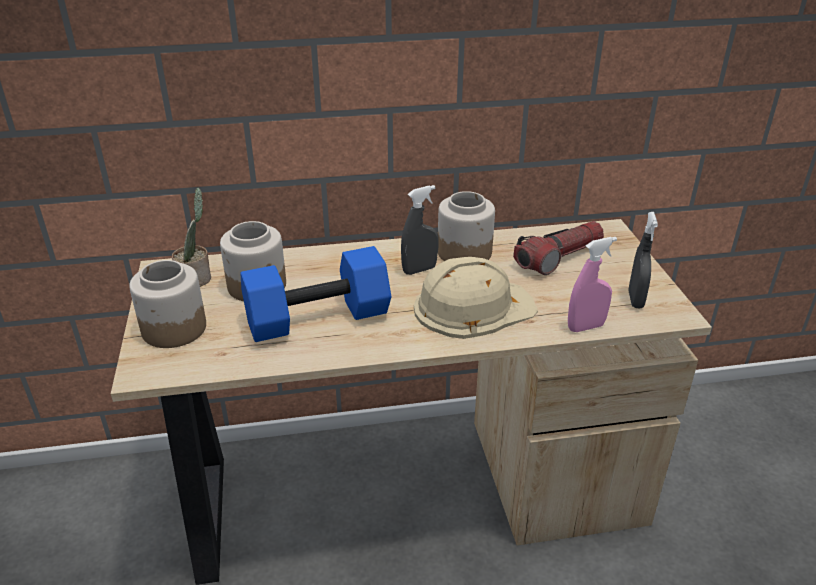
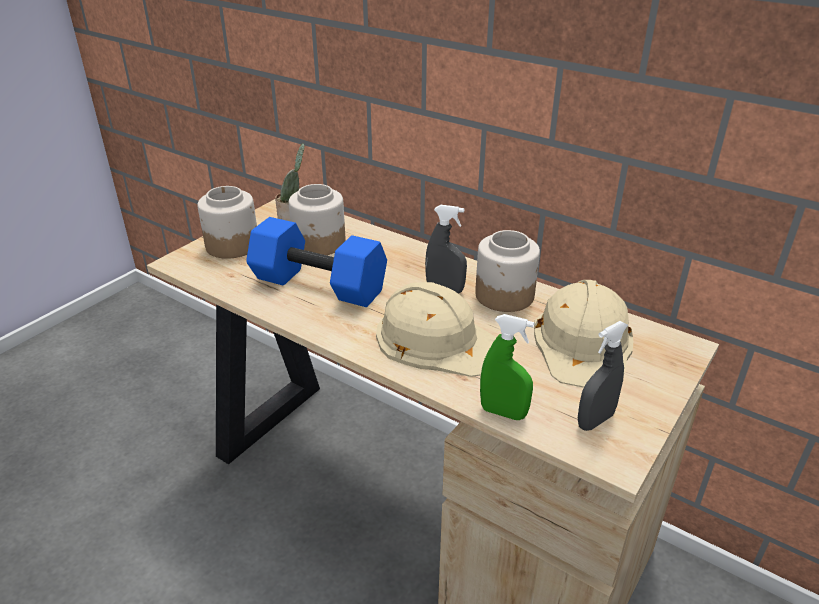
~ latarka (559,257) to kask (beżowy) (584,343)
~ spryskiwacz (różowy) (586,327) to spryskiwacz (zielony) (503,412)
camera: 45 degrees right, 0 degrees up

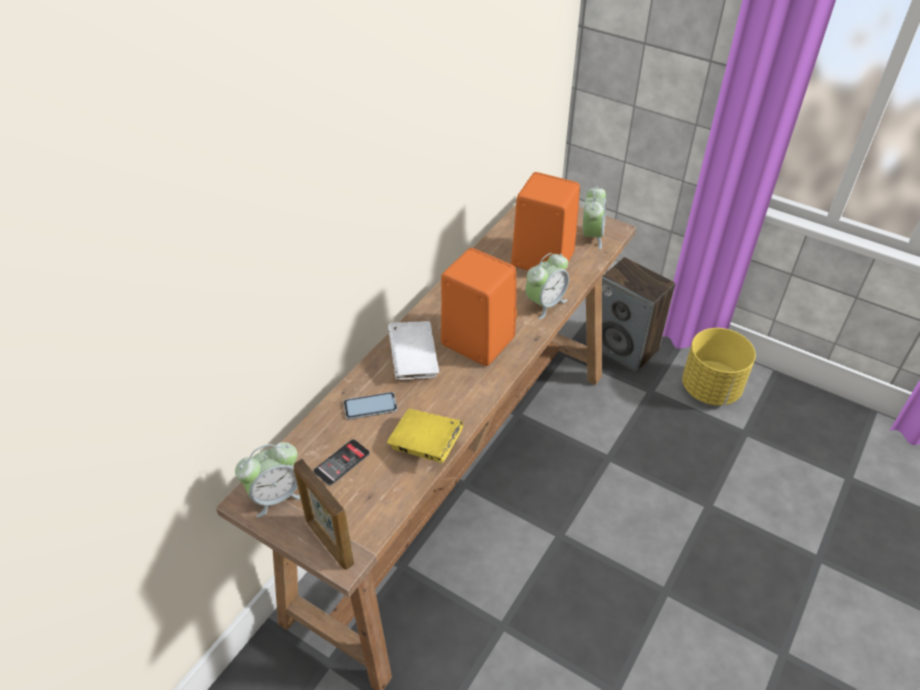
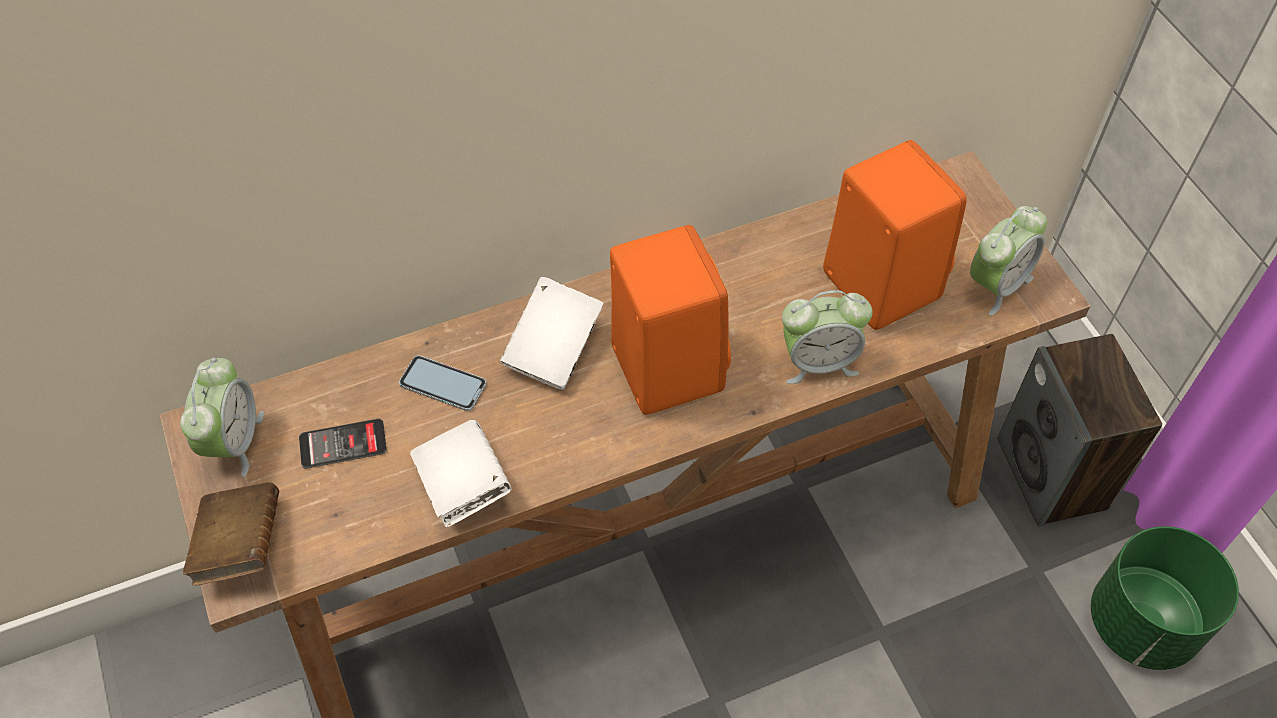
~ ramka na zdjęcie (329,542) to książka (brązowy) (240,545)
~ książka (żółty) (425,446) to książka (biały) (463,485)
~ donica (żółty) (711,389) to donica (zielony) (1142,624)
~ budzik (276,496) = (233,442) 90 degrees counterclockwise
camera: 35 degrees right, 10 degrees up

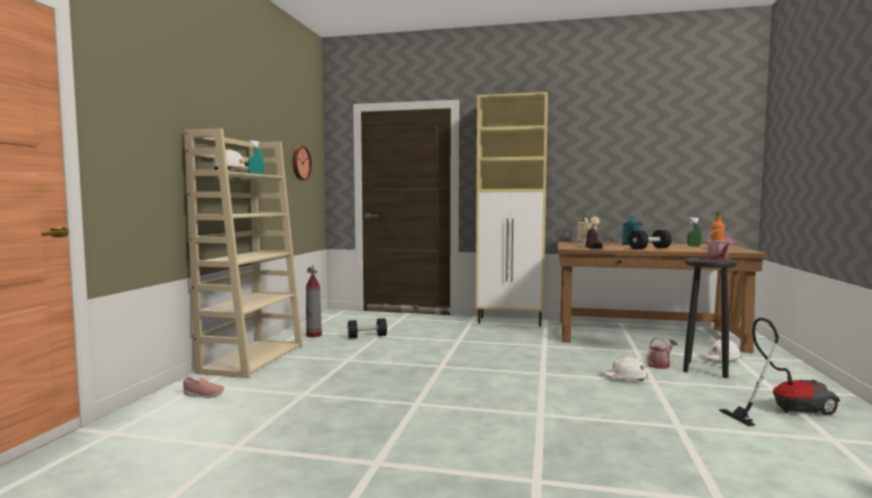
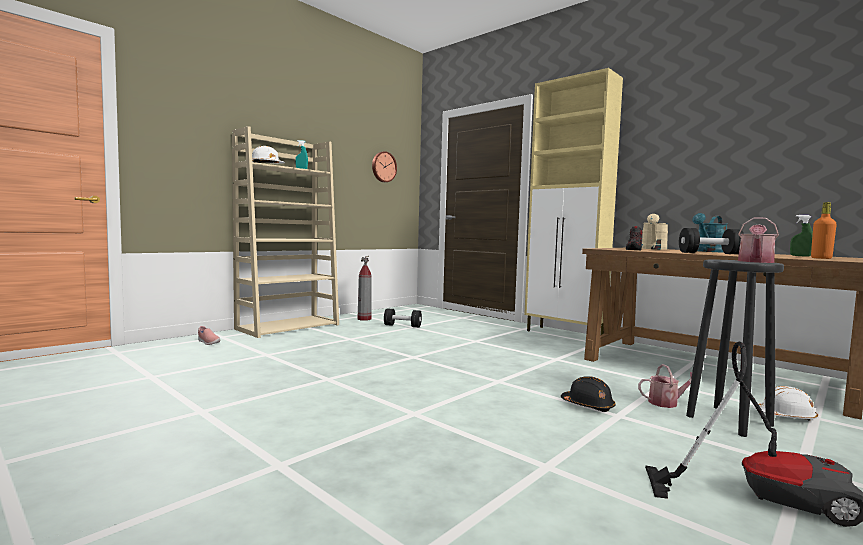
~ kask (biały) (626,378) to kask (czarny) (588,405)
camera: 30 degrees right, 0 degrees up

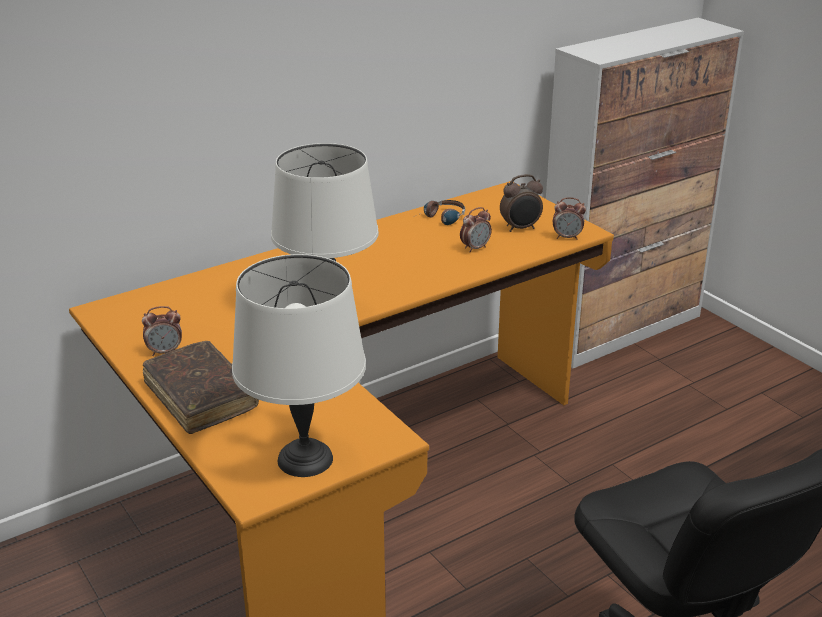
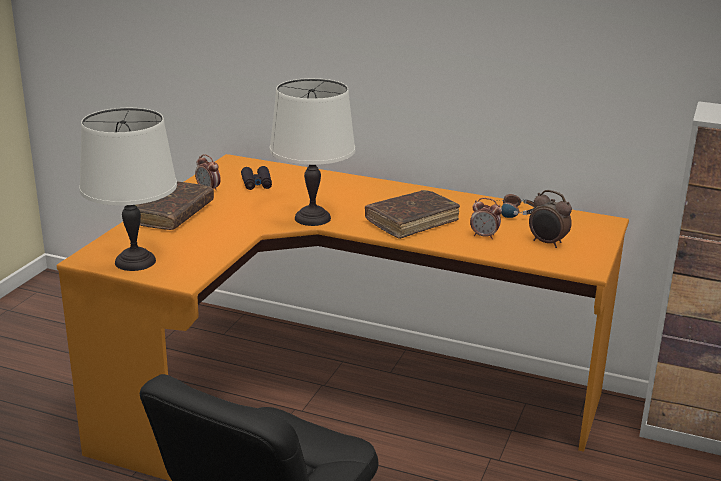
- budzik (567,237)
+ lornetka (czarny) (256,183)
+ książka (brązowy) (411,222)
camera: 55 degrees right, 5 degrees down

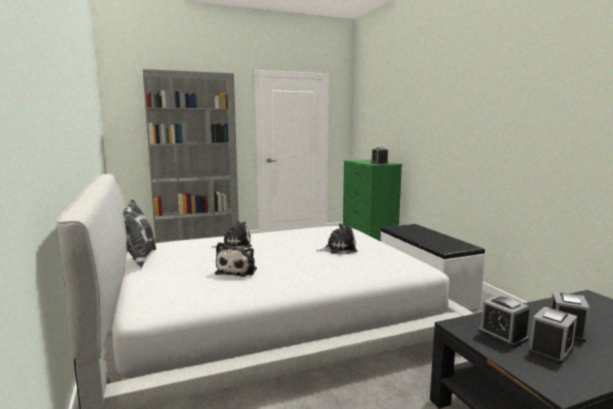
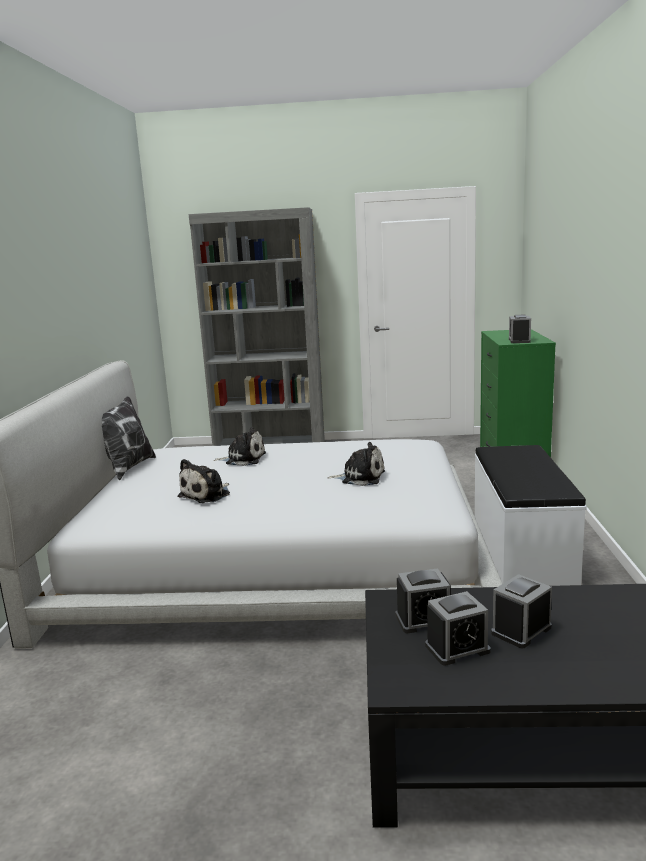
~ budzik (502,335) = (424,620) 90 degrees counterclockwise
camera: 25 degrees right, 5 degrees up

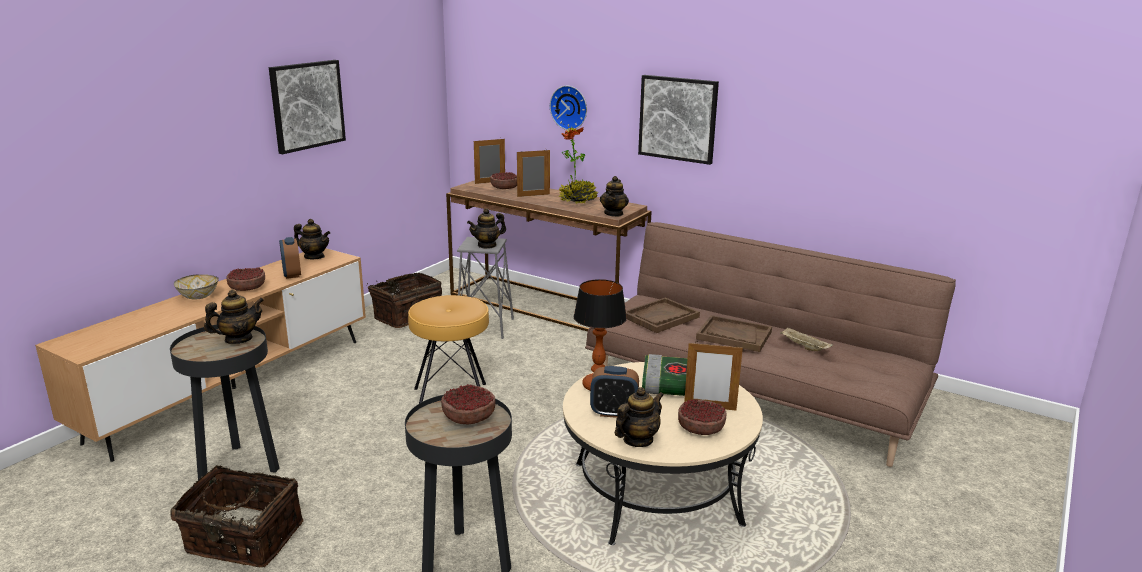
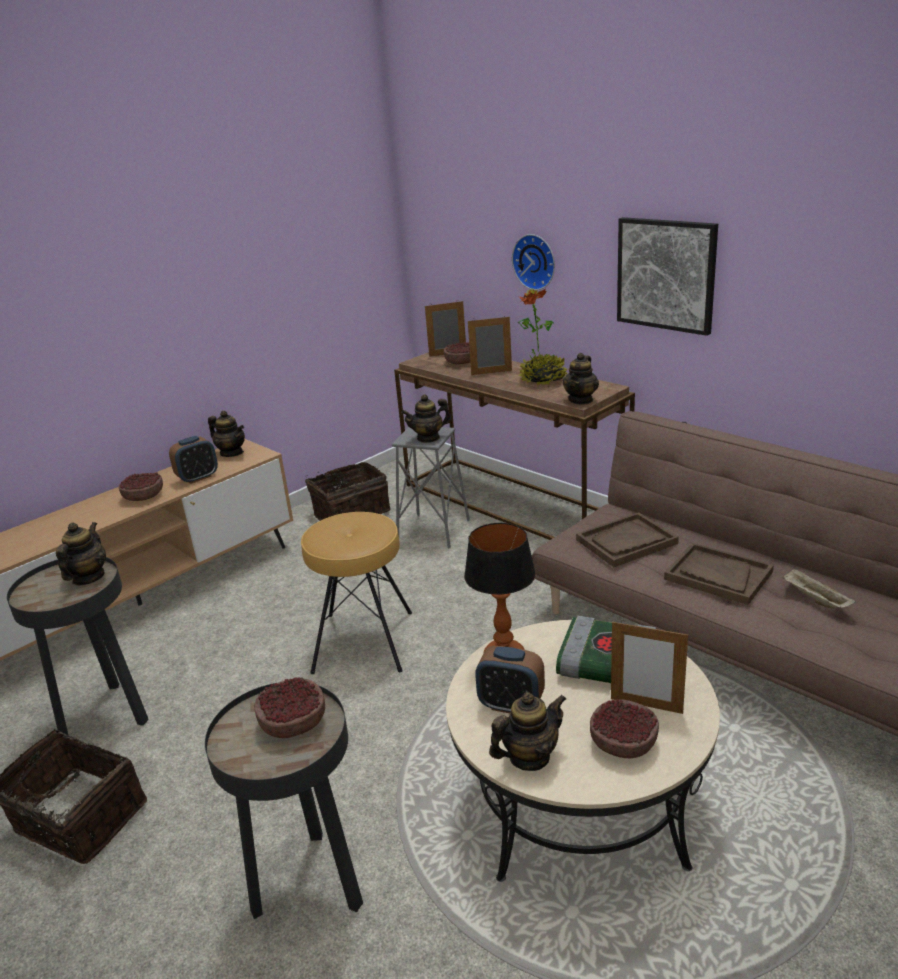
- miska (199,297)
- obraz (307,105)
~ imbryk (238,339) = (88,578) 60 degrees counterclockwise
~ budzik (292,274) = (198,478) 120 degrees counterclockwise
camera: 15 degrees right, 5 degrees up

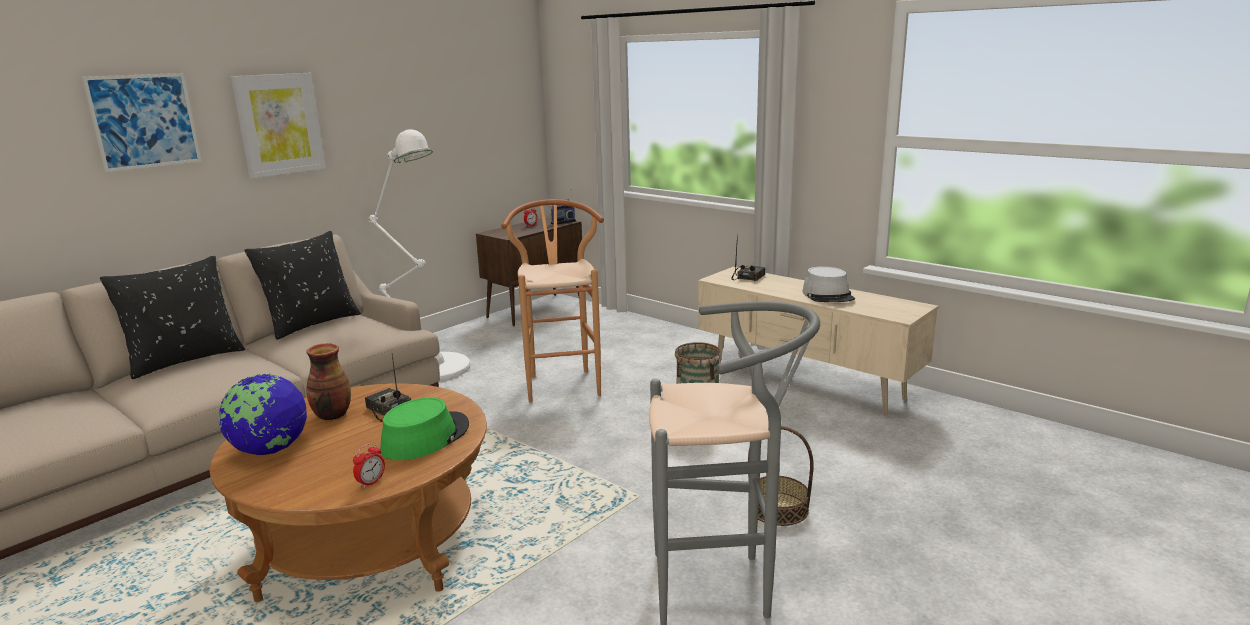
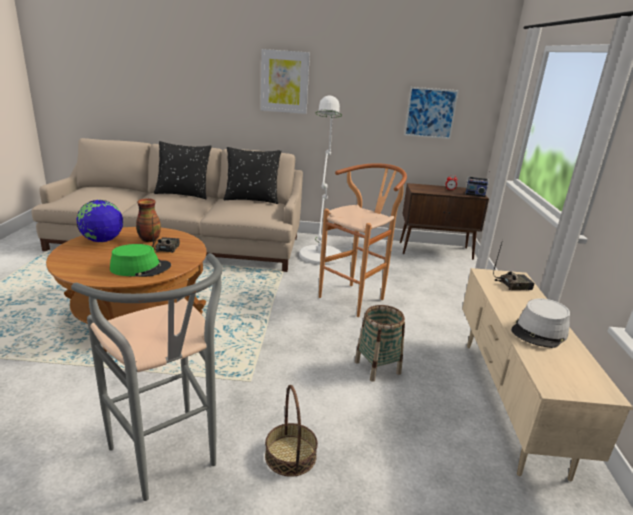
- budzik (371,482)
~ obraz (144,121) to (430,113)
camera: 50 degrees right, 5 degrees up

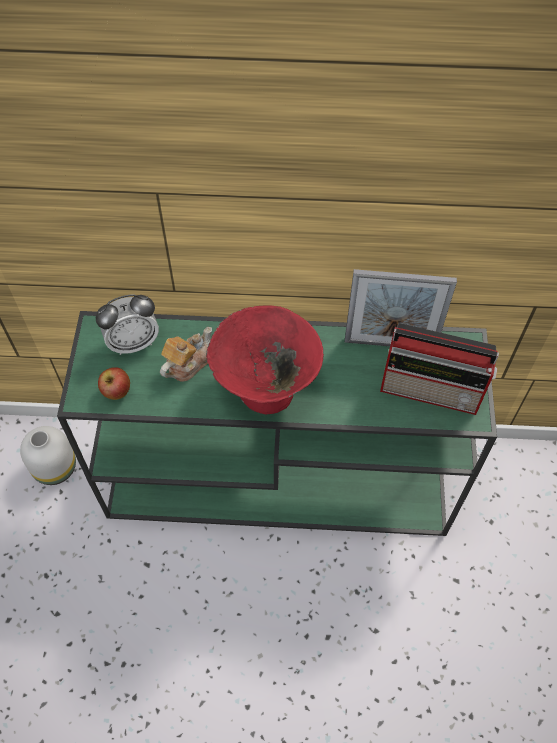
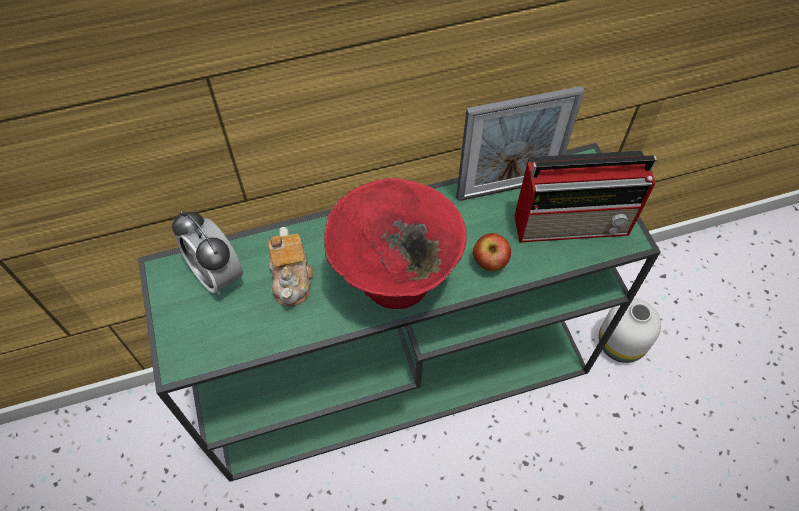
~ wazon (biały) (55,469) to (621,345)
~ jabłko (117,392) to (489,263)
~ budzik (133,342) = (217,275) 90 degrees clockwise
~ imbryk (187,363) = (292,278) 150 degrees clockwise
camera: 20 degrees left, 0 degrees up

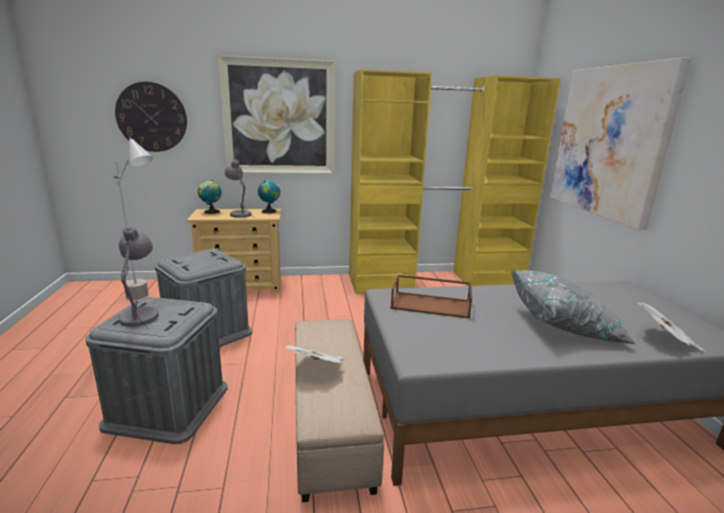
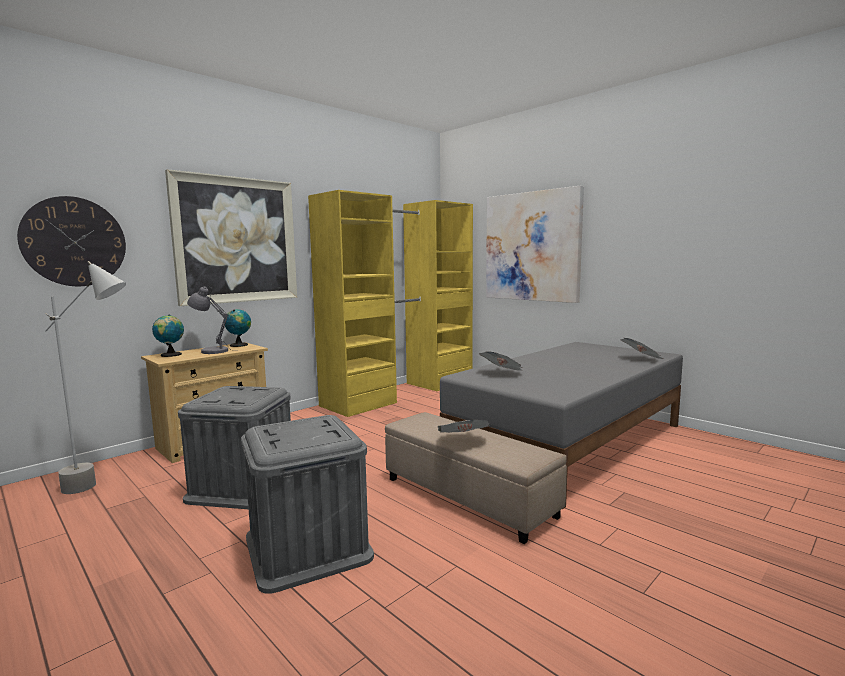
- lampa stołowa (szary) (141,315)
- poduszka (szary) (564,325)
~ taca (brązowy) (431,304) to gazeta (502,373)
camera: 35 degrees left, 10 degrees down

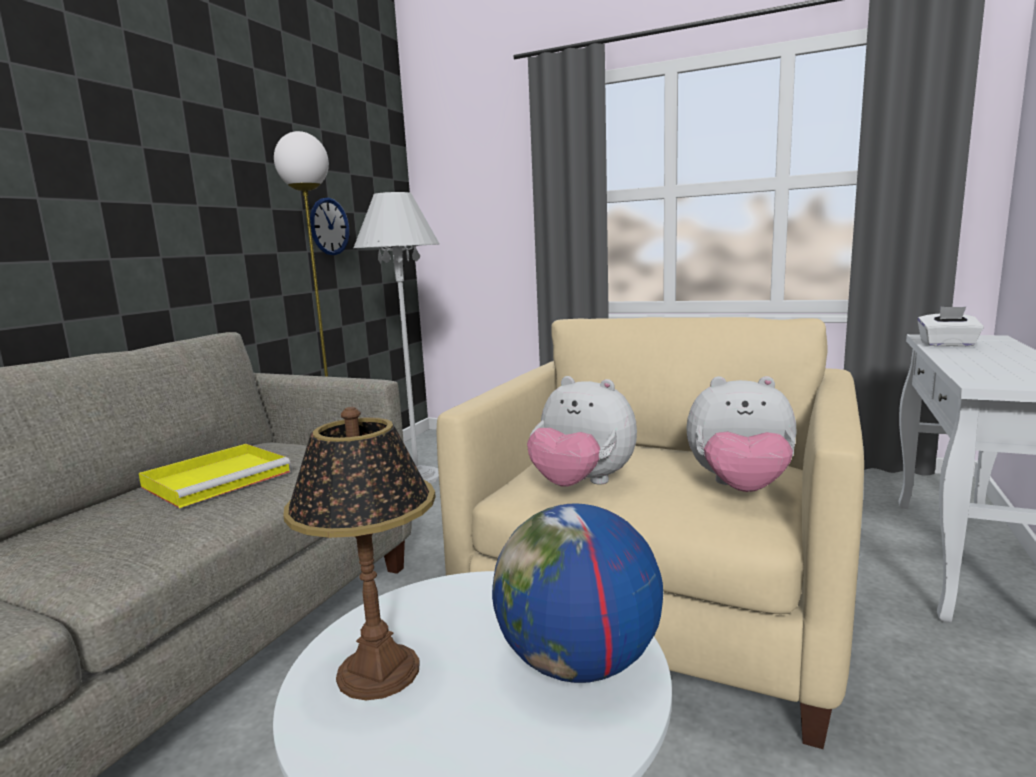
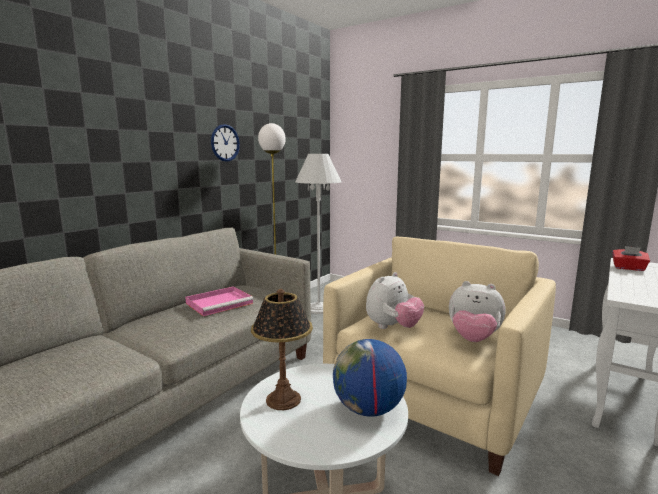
~ zegar ścienny (329,226) to (225,143)
~ taca (żółty) (219,478) to taca (różowy) (220,303)
~ pudełko chusteczek (biały) (947,344) to pudełko chusteczek (czerwony) (628,268)
~ pluszak (581,484) = (392,327) 90 degrees counterclockwise
camera: 10 degrees right, 0 degrees up

